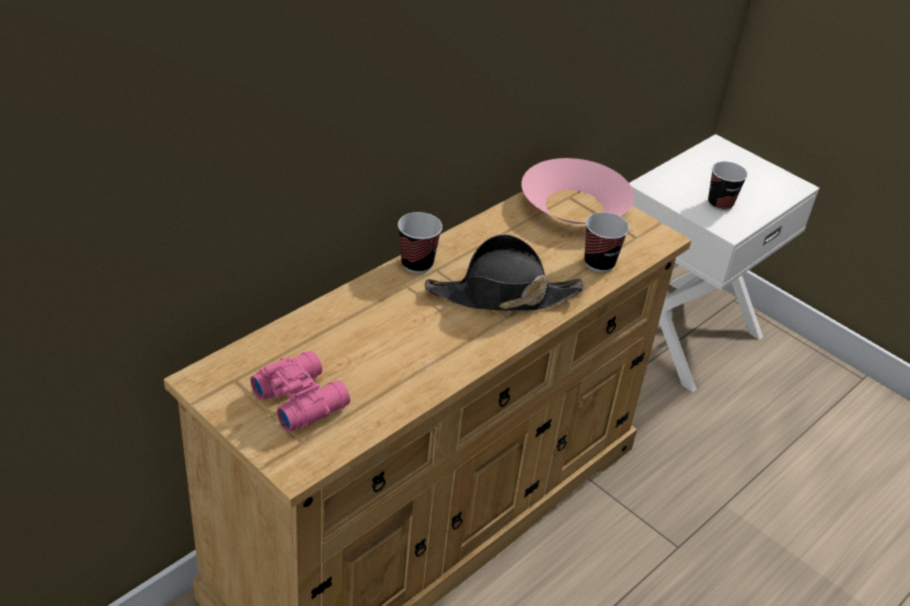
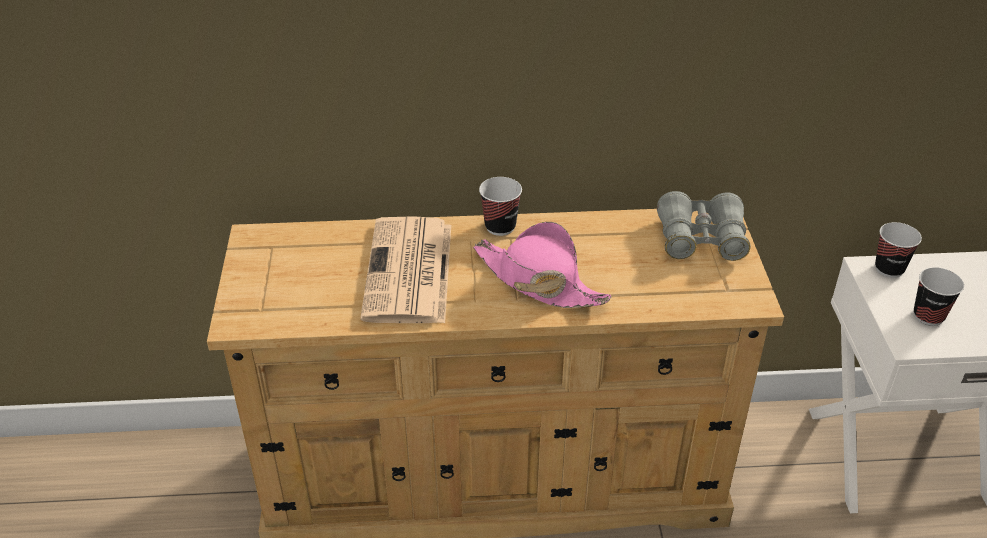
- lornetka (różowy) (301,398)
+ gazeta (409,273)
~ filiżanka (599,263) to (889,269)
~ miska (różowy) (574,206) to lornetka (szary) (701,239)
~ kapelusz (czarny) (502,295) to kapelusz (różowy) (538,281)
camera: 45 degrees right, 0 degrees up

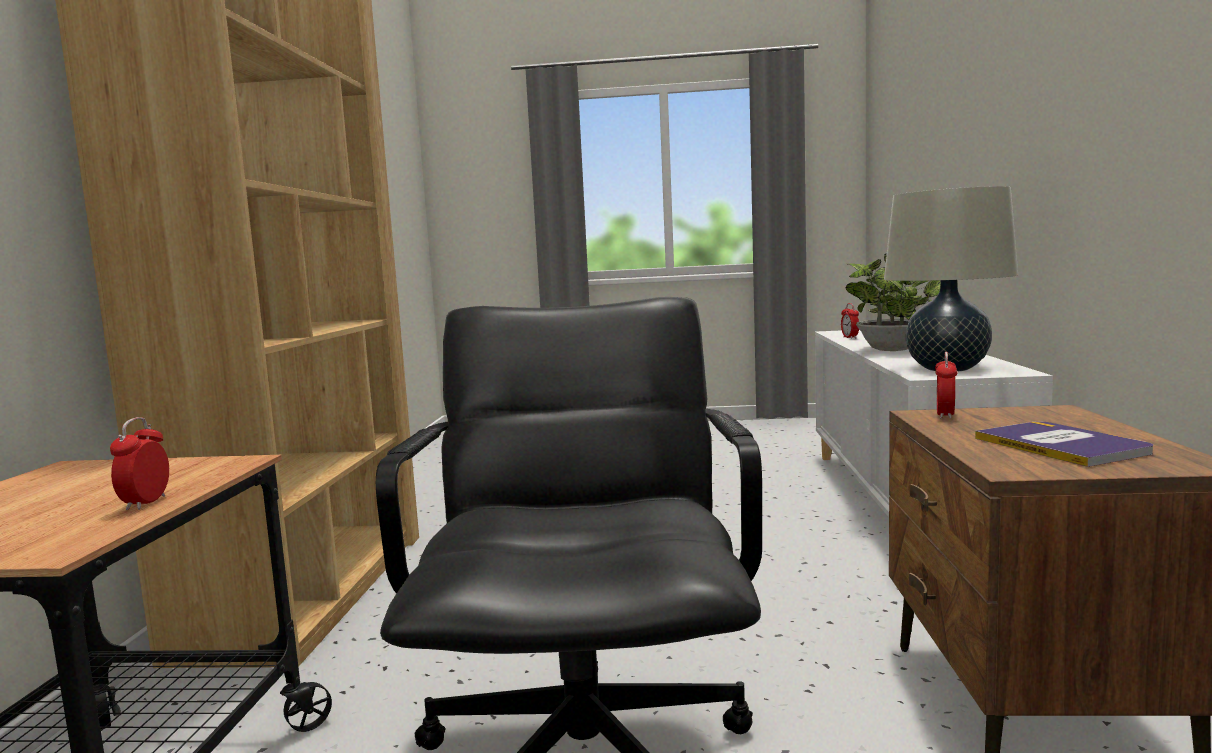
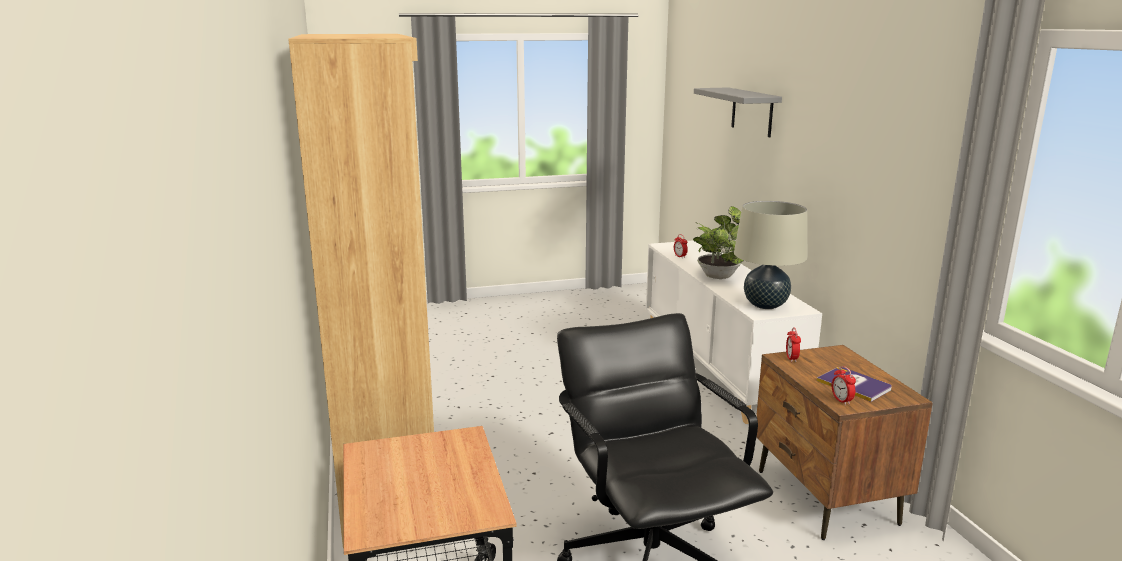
+ półka (szary) (752,112)
~ budzik (146,503) to (841,400)
camera: 20 degrees left, 10 degrees up

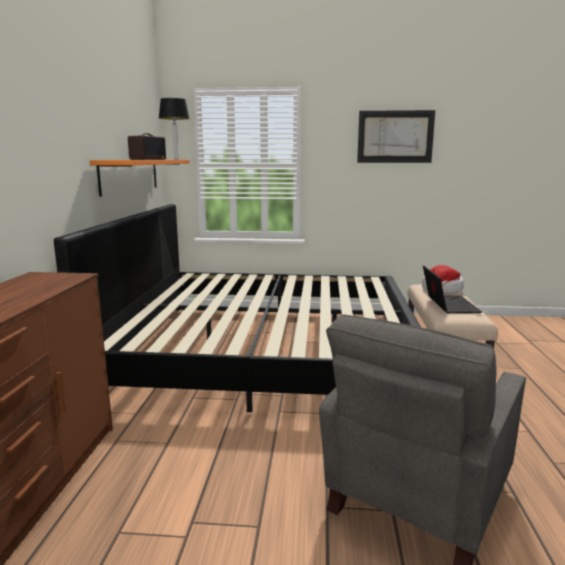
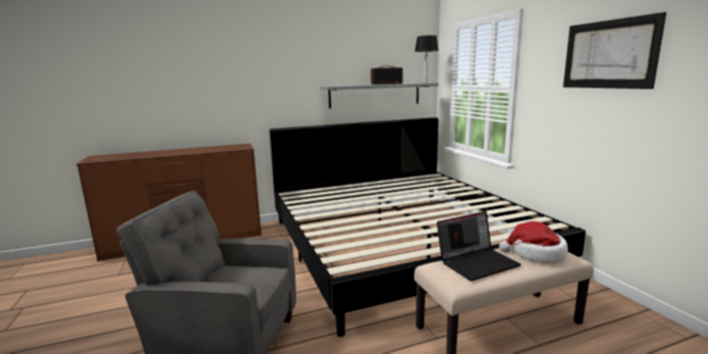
~ półka (pomarańczowy) (130,175) to półka (szary) (375,95)
camera: 65 degrees right, 0 degrees up

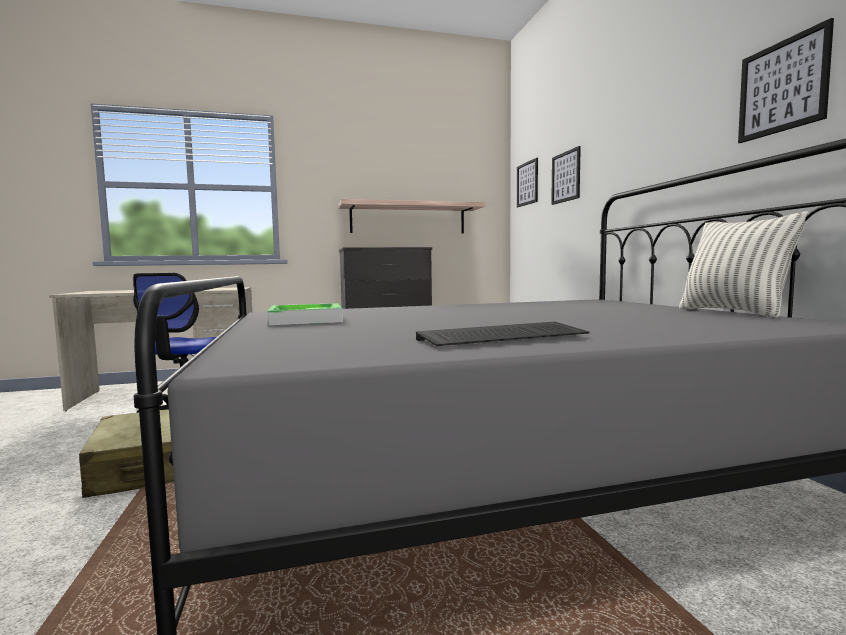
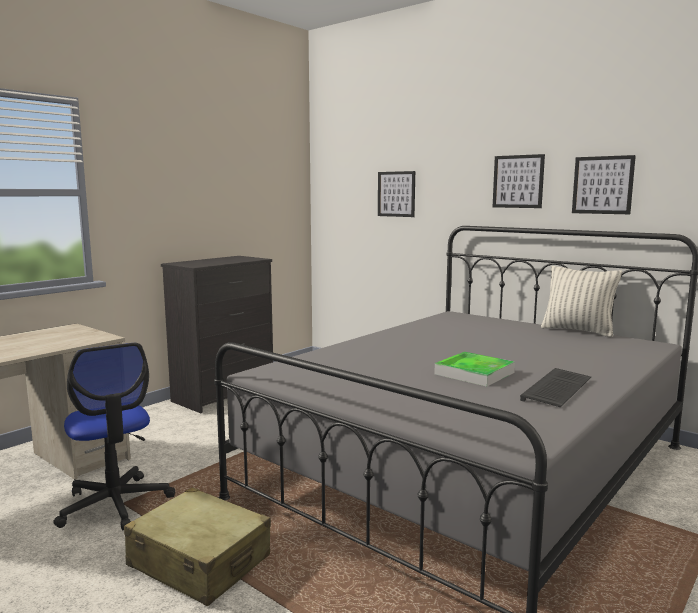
- półka (408,219)
~ taca (306,320) to (474,373)
~ obraz (527,183) to (518,181)
camera: 35 degrees left, 5 degrees up

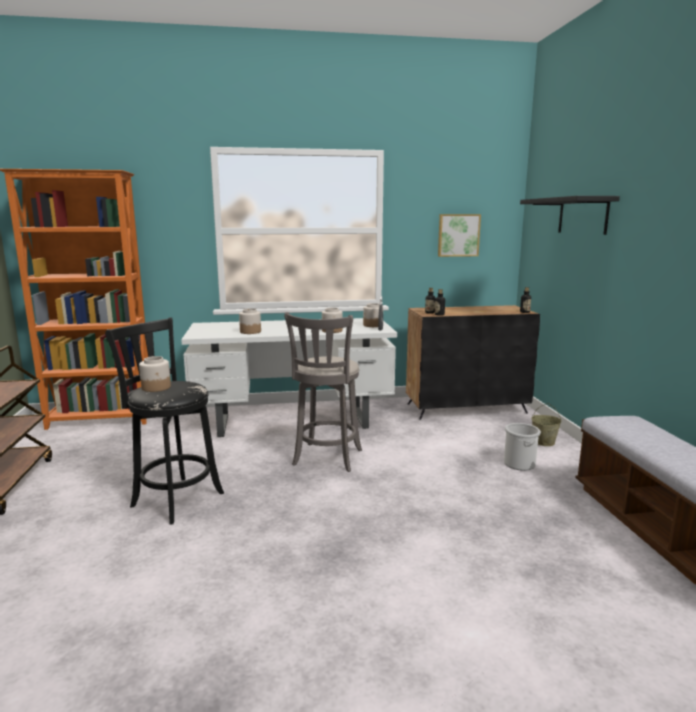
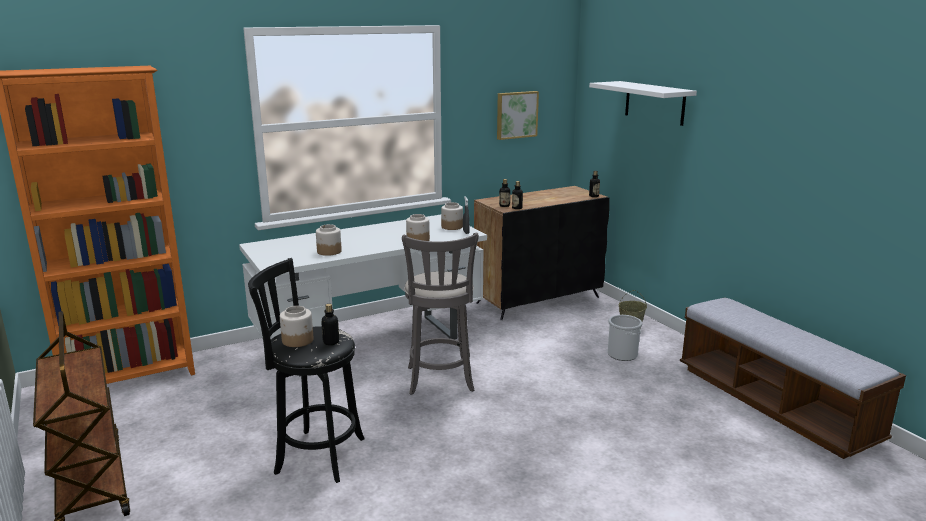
+ butelka (331,342)
~ półka (czarny) (582,216) to półka (biały) (654,102)
camera: 20 degrees left, 5 degrees up

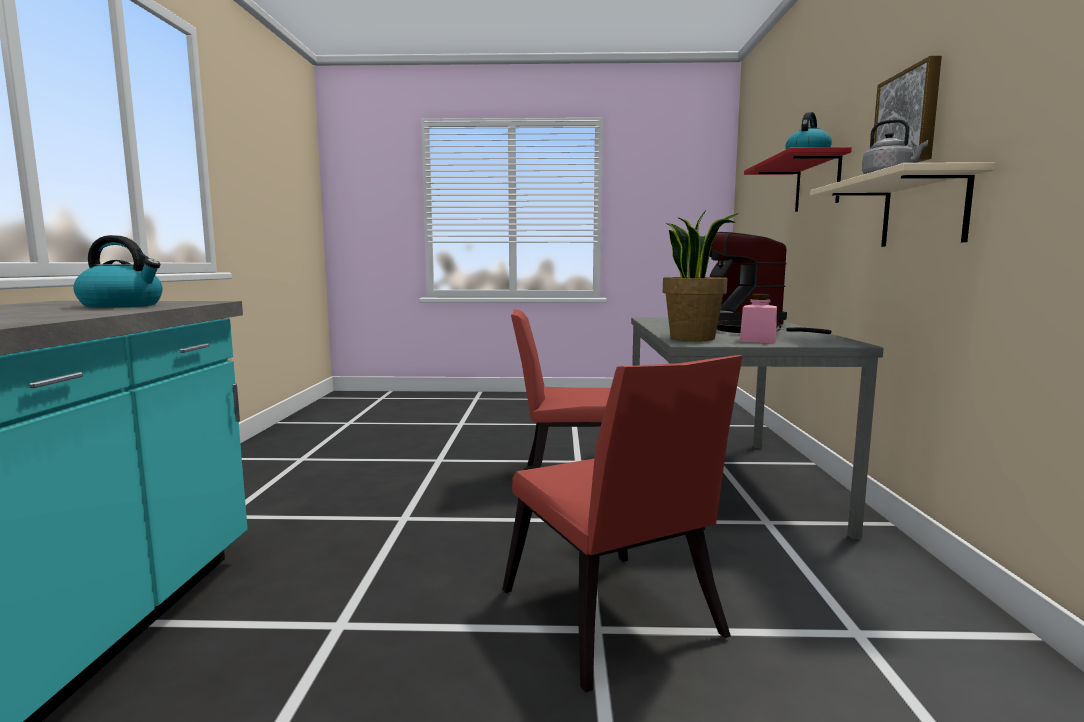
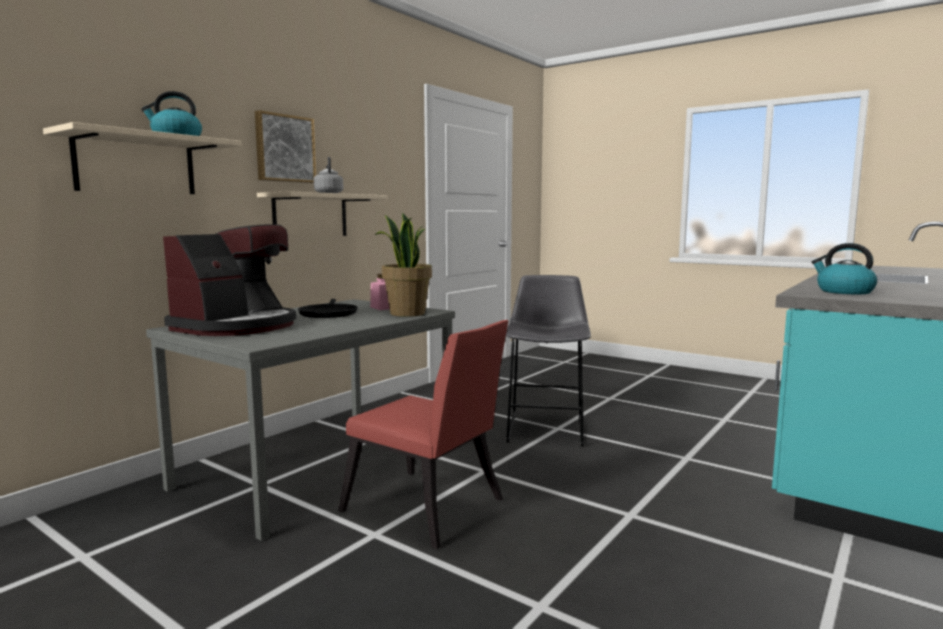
~ krzesło (czerwony) (613,622) to stołek (szary) (546,428)
~ półka (czerwony) (817,183) to półka (beżowy) (136,165)
camera: 145 degrees left, 0 degrees up

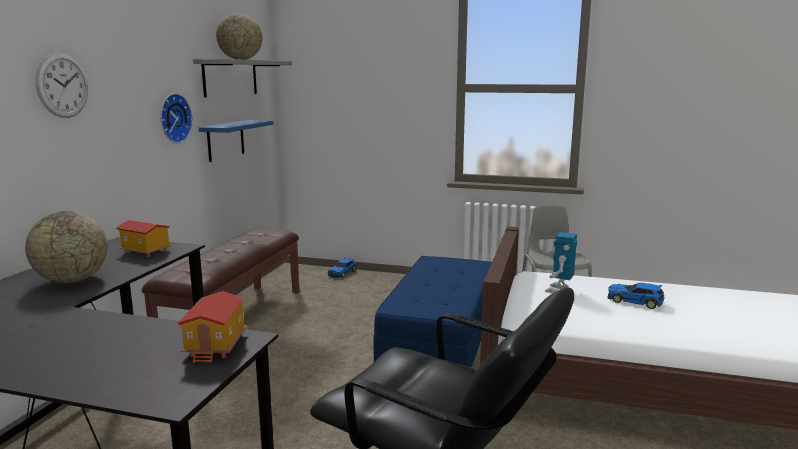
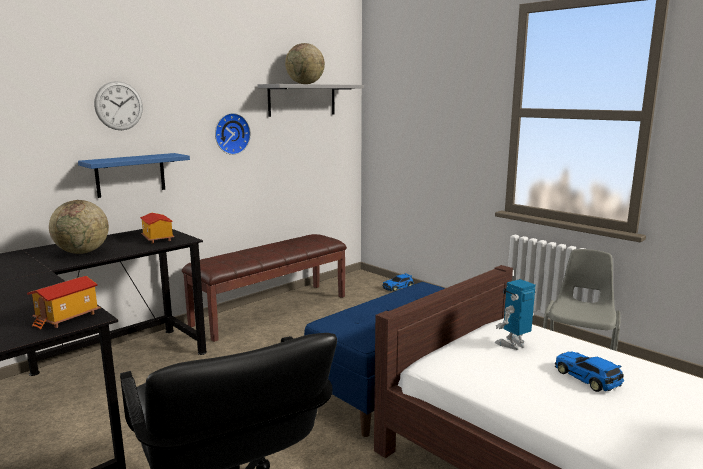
~ półka (niebieski) (225,140) to (130,175)
camera: 30 degrees right, 0 degrees up

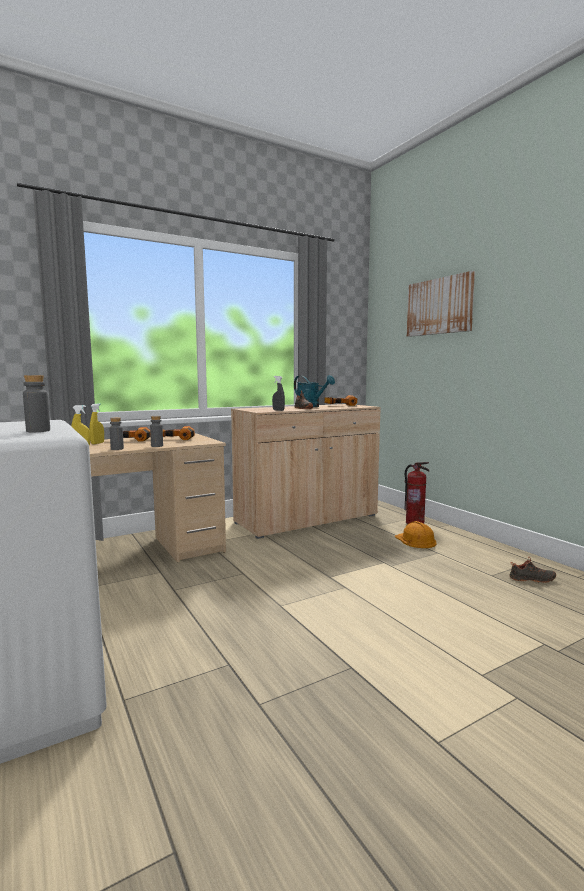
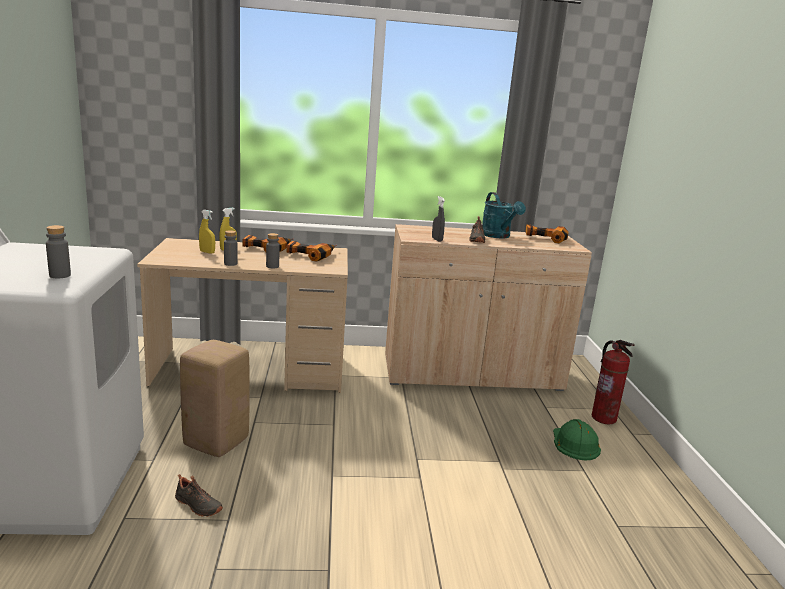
- obraz (439,306)
+ stołek (beżowy) (215,443)
~ but (czarny) (532,579) to (197,506)
~ kask (pomarańczowy) (415,540) to kask (zielony) (574,444)
camera: 25 degrees right, 10 degrees up

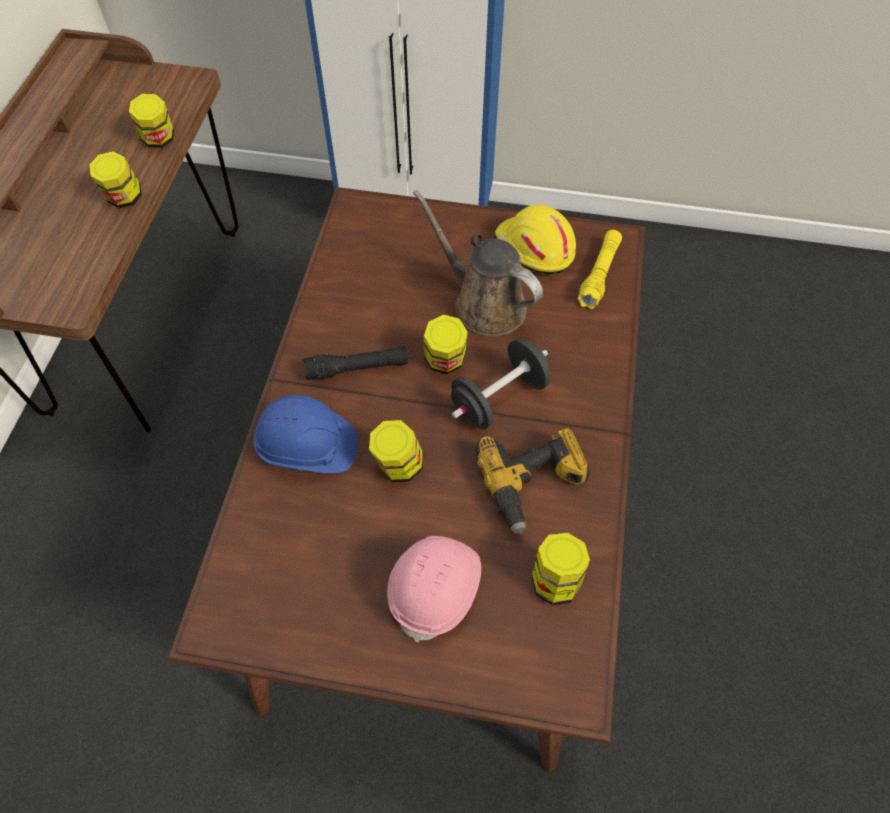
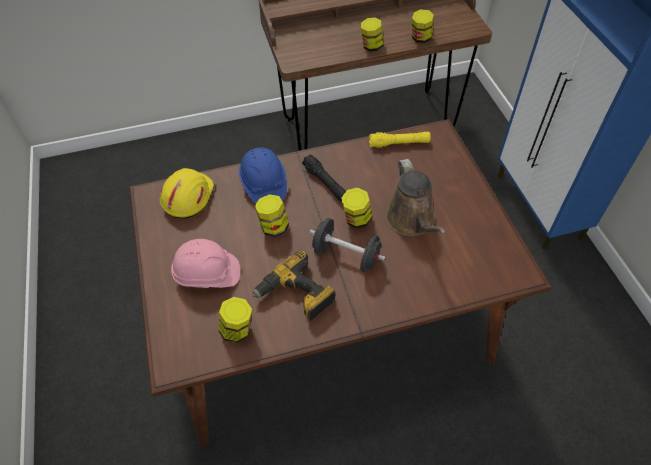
~ kask (żółty) (533,249) to (187,197)
~ latarka (żółty) (599,275) to (399,143)
~ konewka (brązowy) (484,303) = (412,221) 150 degrees clockwise
camera: 65 degrees right, 5 degrees down

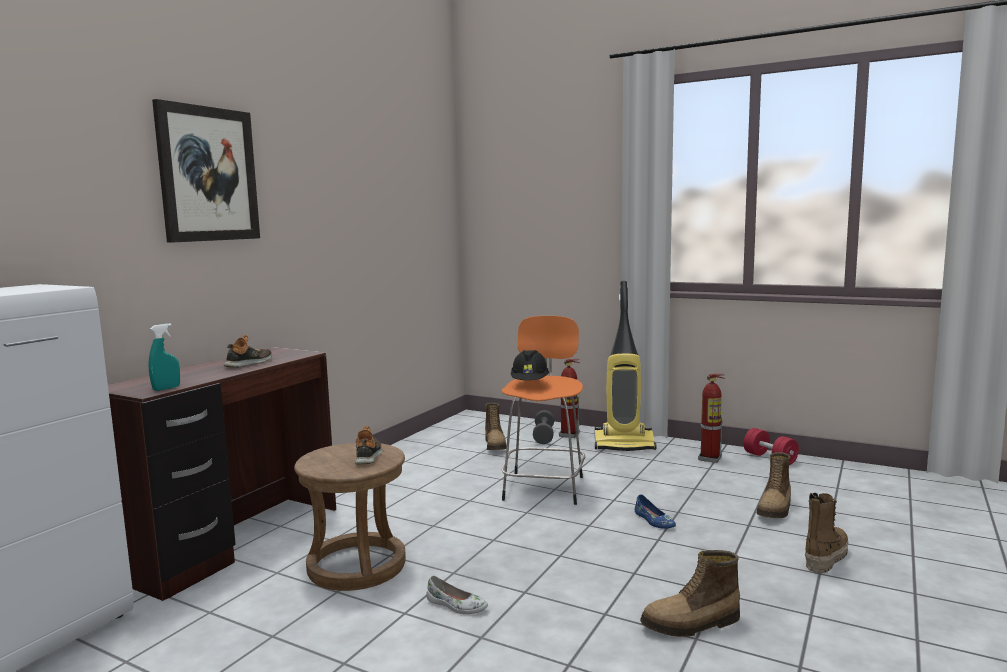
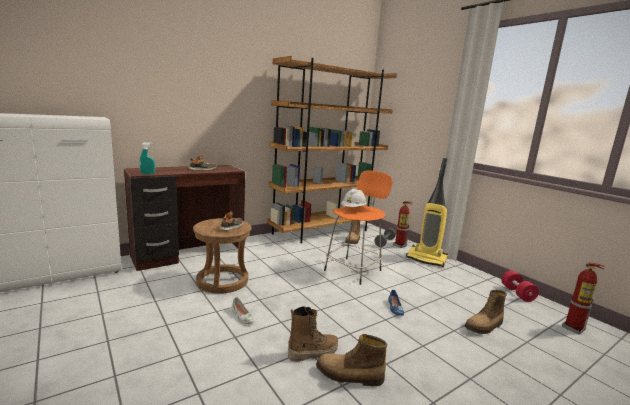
- obraz (208,174)
+ regał (brązowy) (326,231)
~ gaśnica (710,459) to (573,328)
~ but z cholewką (825,557) to (313,352)
~ kask (czarny) (530,383) to kask (biały) (353,208)
camera: 25 degrees right, 5 degrees up

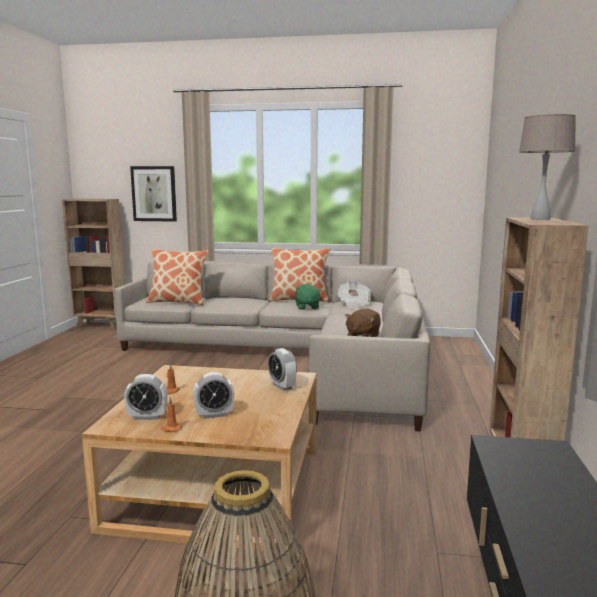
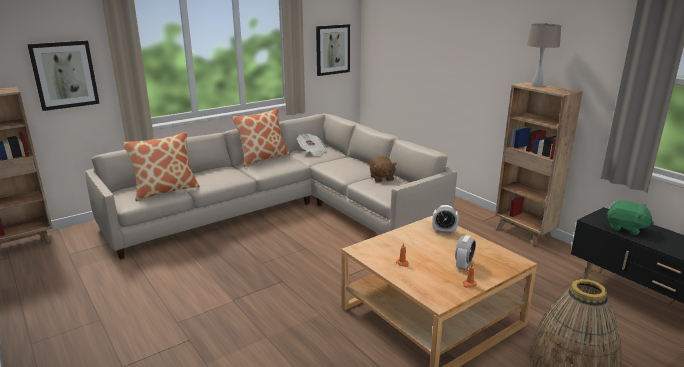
- budzik (147,417)
+ obraz (332,49)
~ pluszak (zielony) (307,307) to (626,228)
camera: 45 degrees left, 10 degrees up

